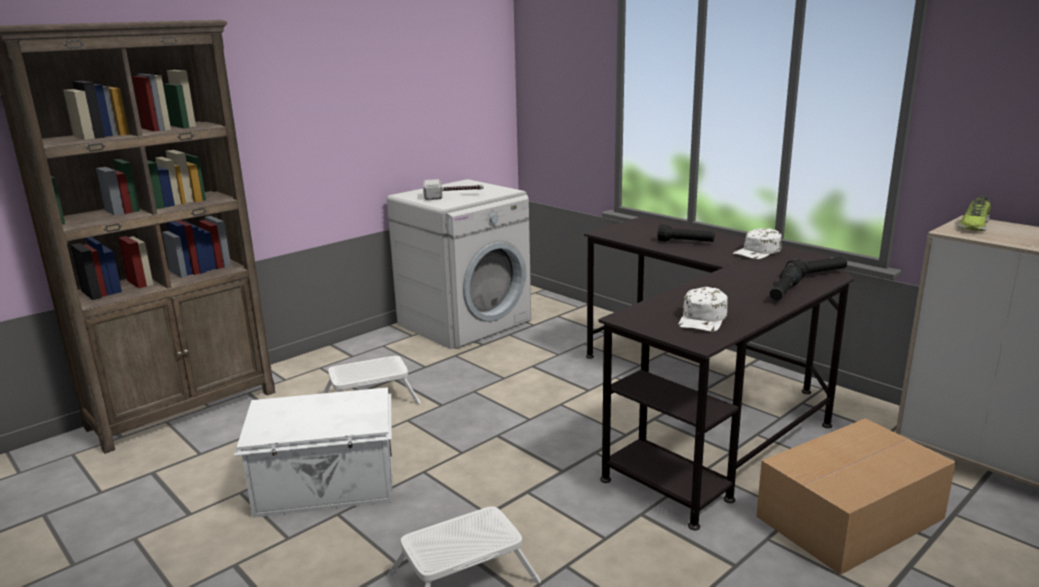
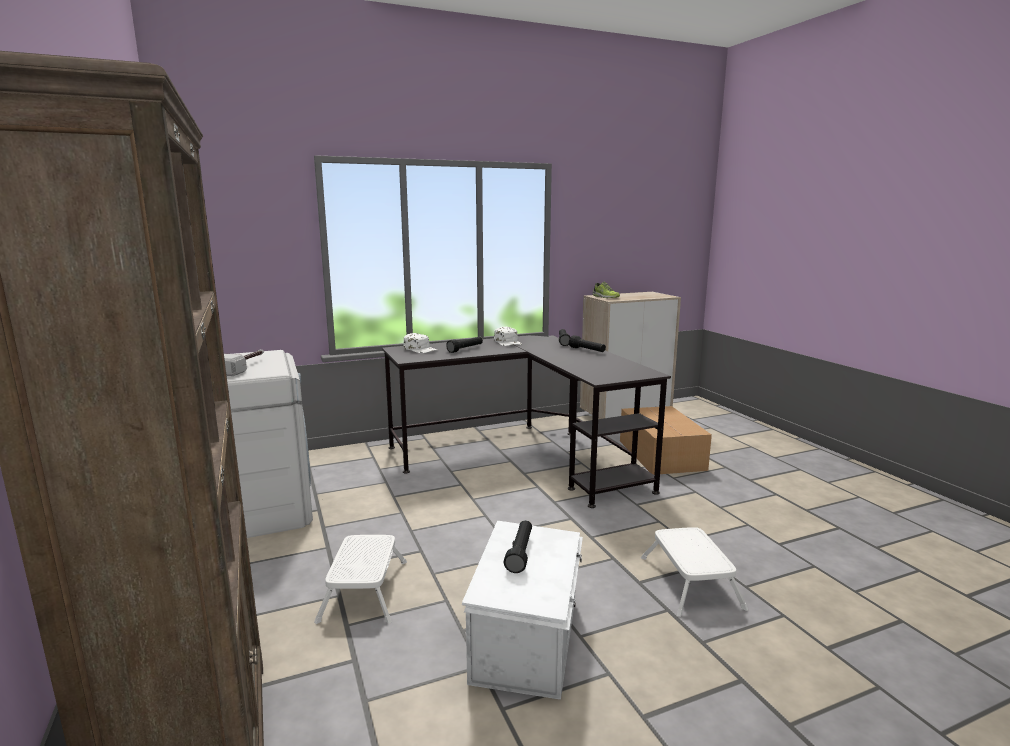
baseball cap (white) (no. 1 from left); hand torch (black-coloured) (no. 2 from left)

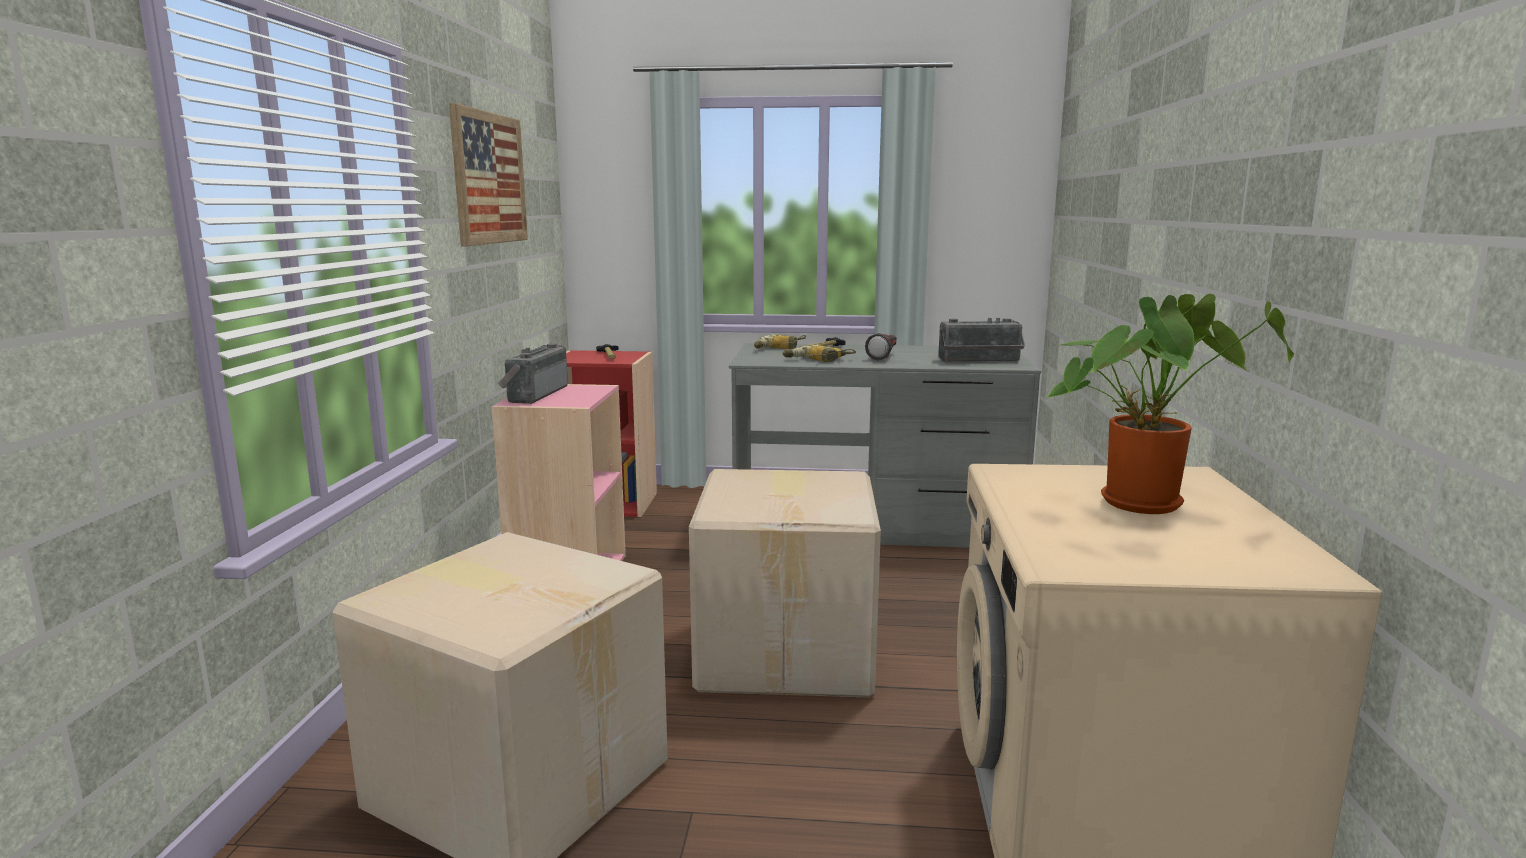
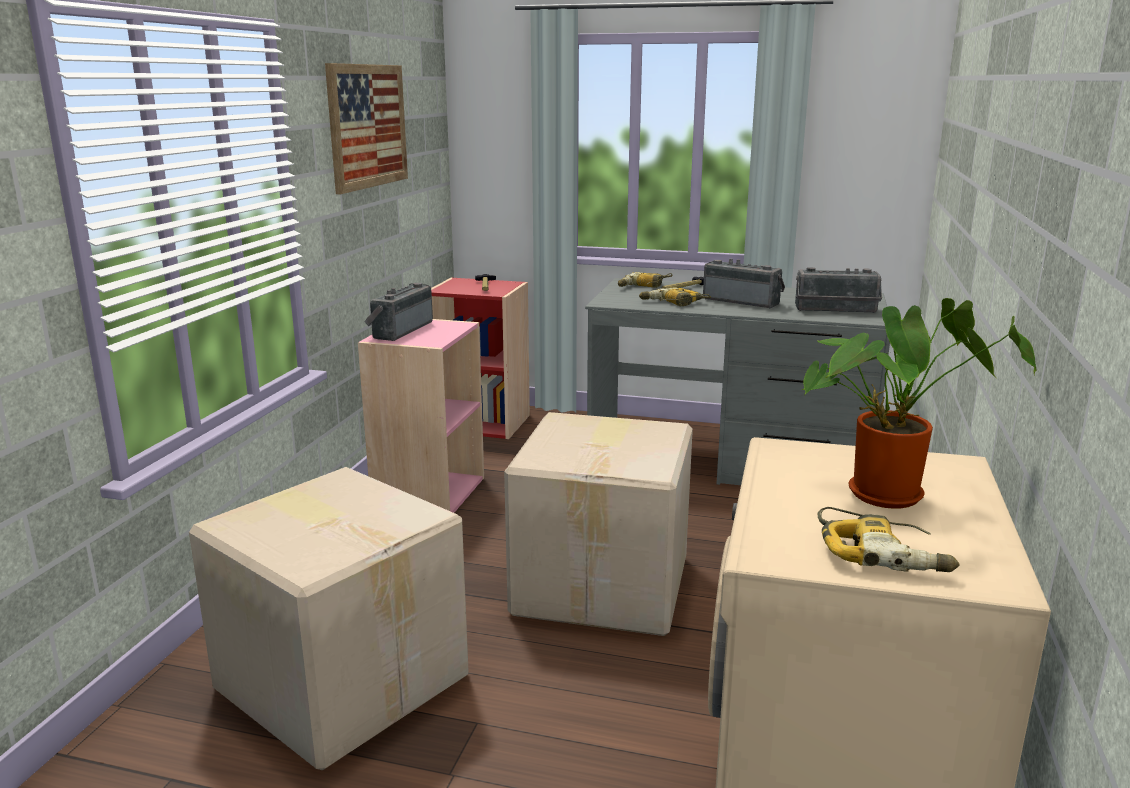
radio (no. 2 from left); power drill (no. 3 from left)

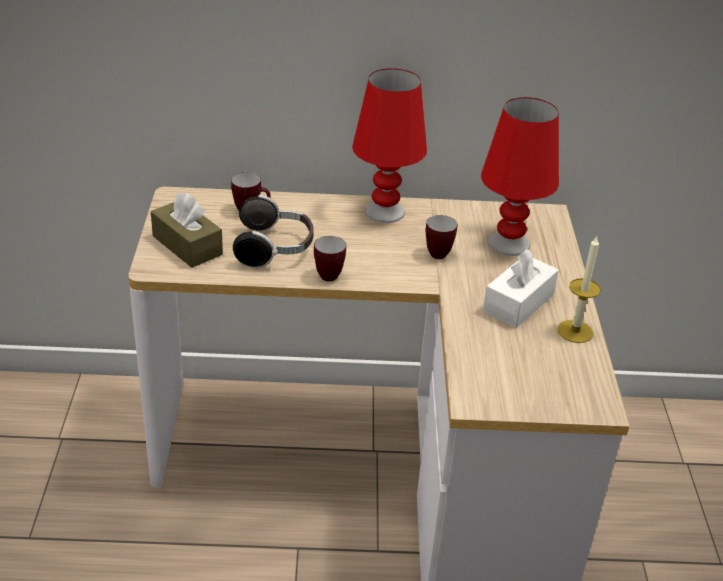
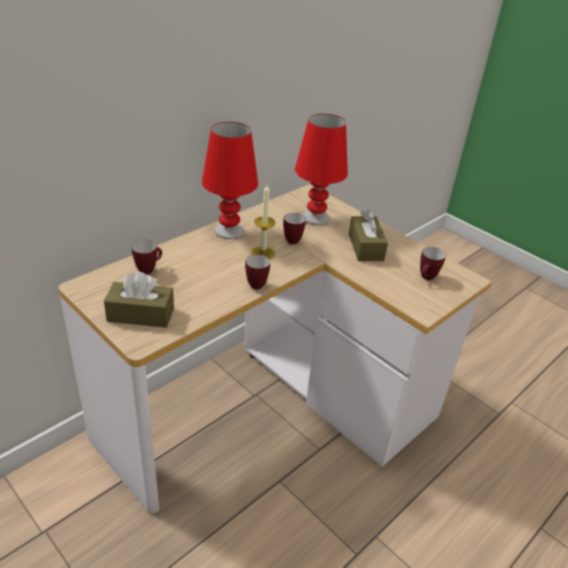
headphones; candle; box of tissues (brown-coloured) (no. 2 from left); coffee mug (no. 4 from left)

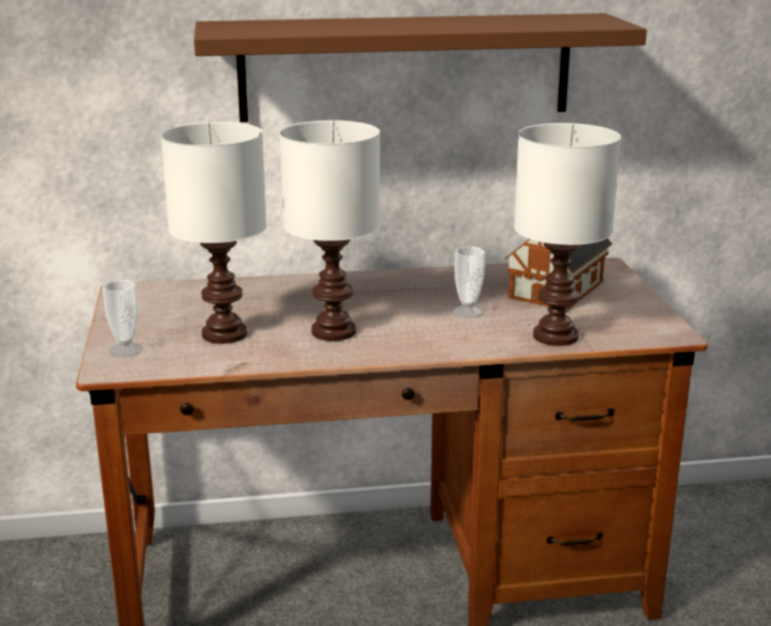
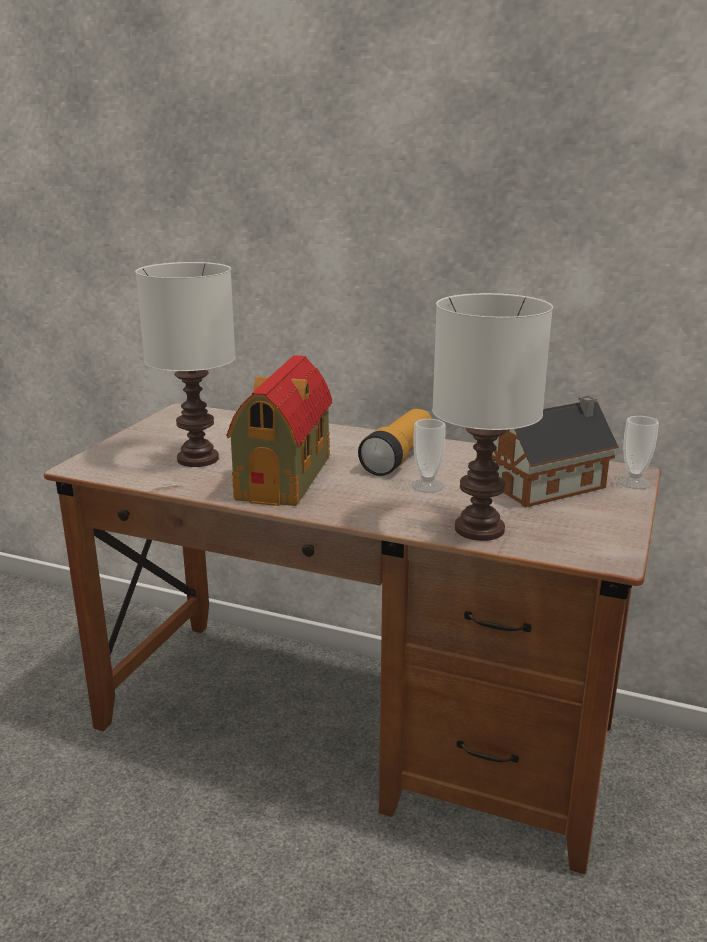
shelf (brown-coloured); miniature house (no. 1 from left); cup (no. 2 from left); hand torch

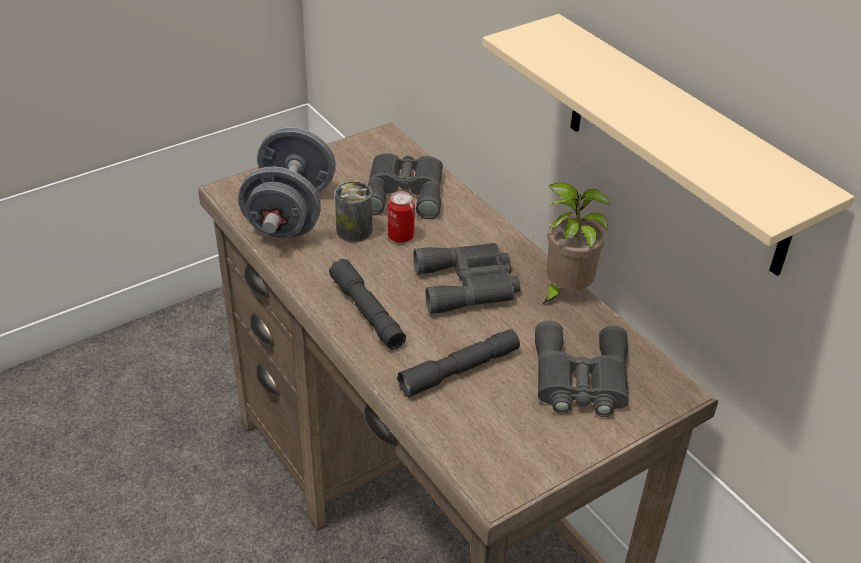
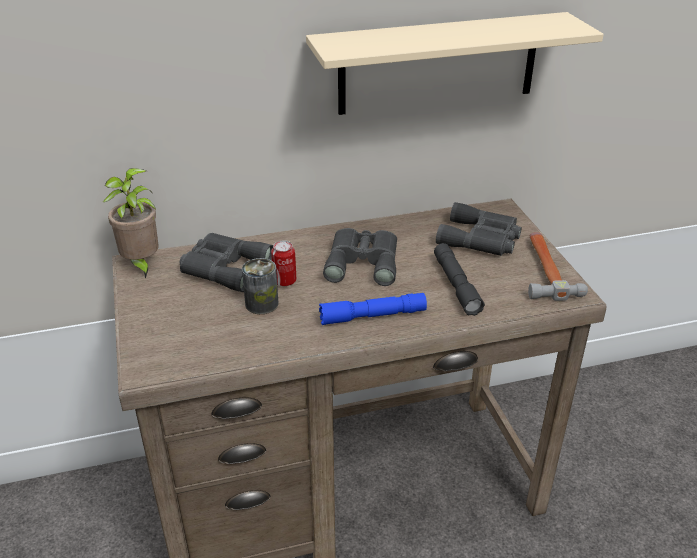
free weight (greyish); houseplant; hand torch (blue-coloured); tool hammer

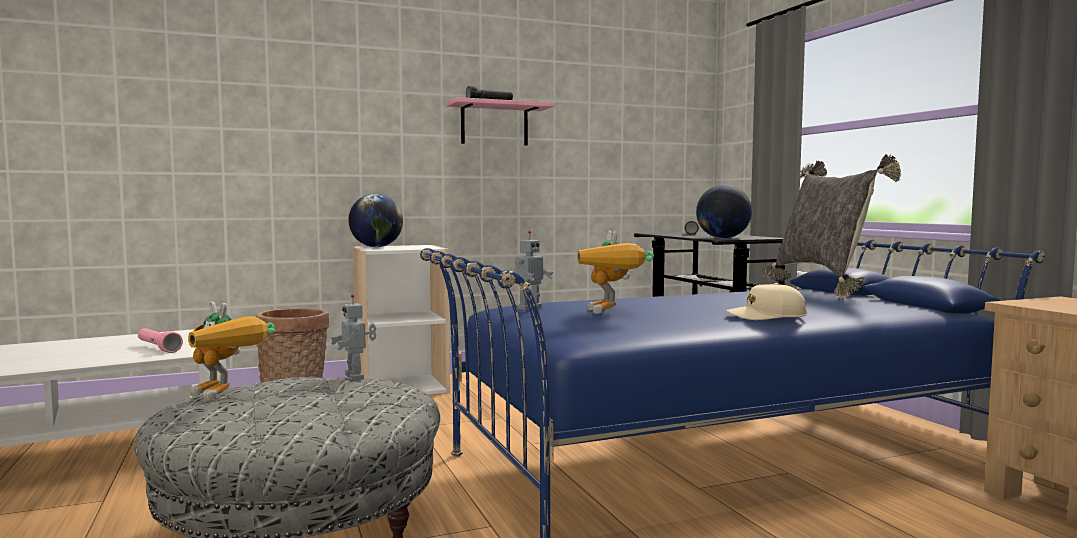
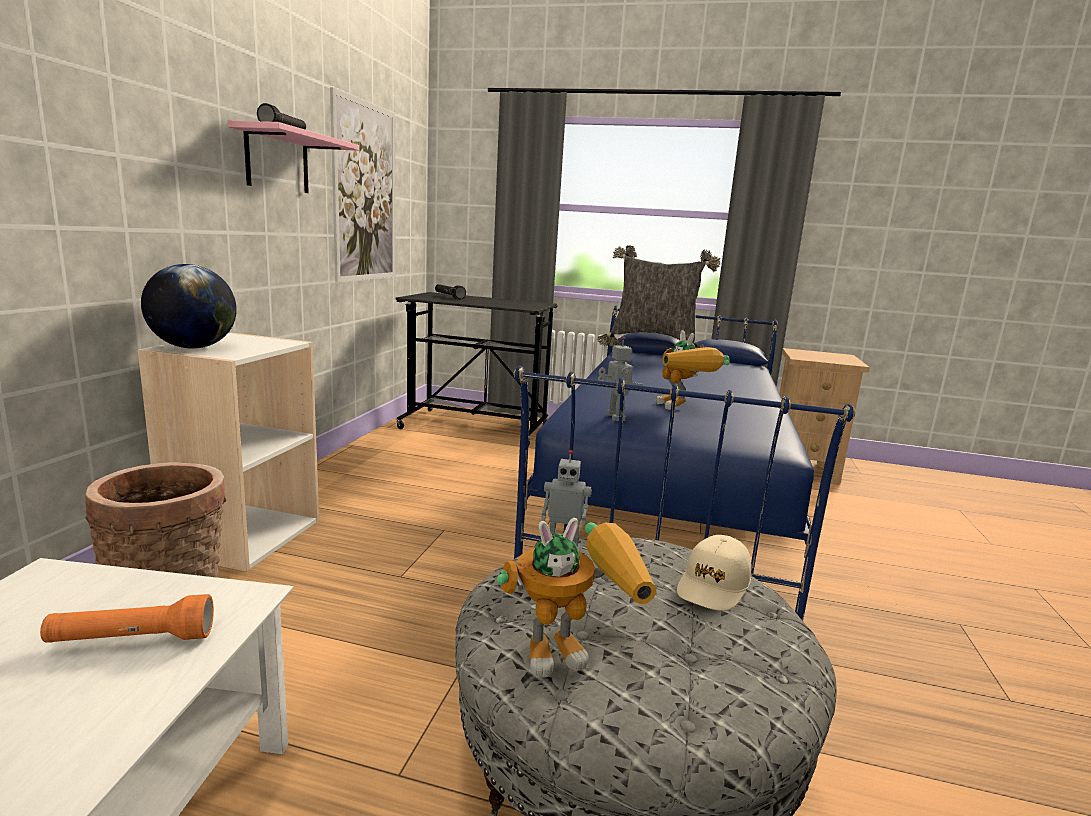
globe (no. 2 from left in the first image); model robot (no. 4 from left); baseball cap (beige-coloured); hand torch (orange-coloured); picture

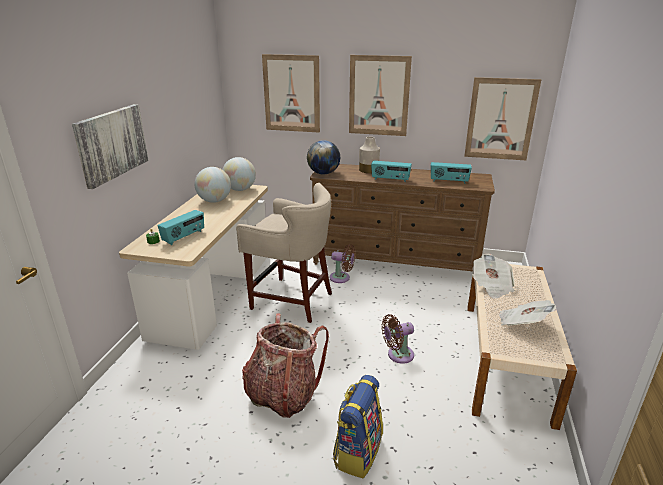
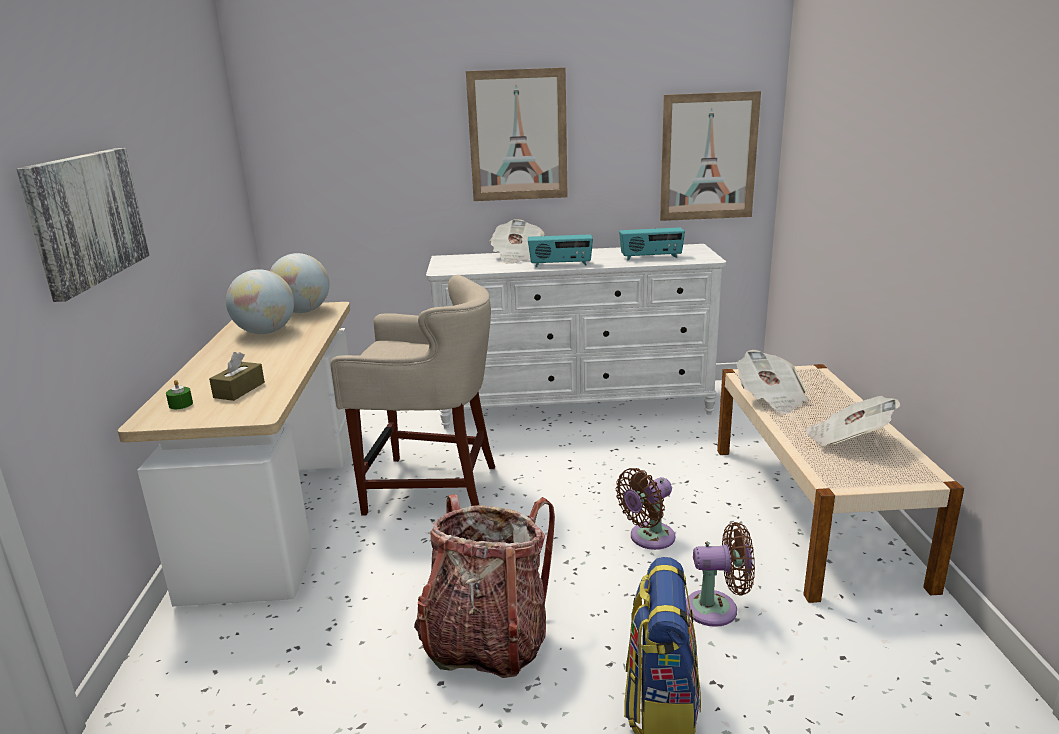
picture (no. 2 from left in the first image); newspaper (no. 1 from left); globe (no. 3 from left in the first image); chest of drawers (white); box of tissues (brown-coloured); electric fan (brown-coloured) (no. 2 from left)

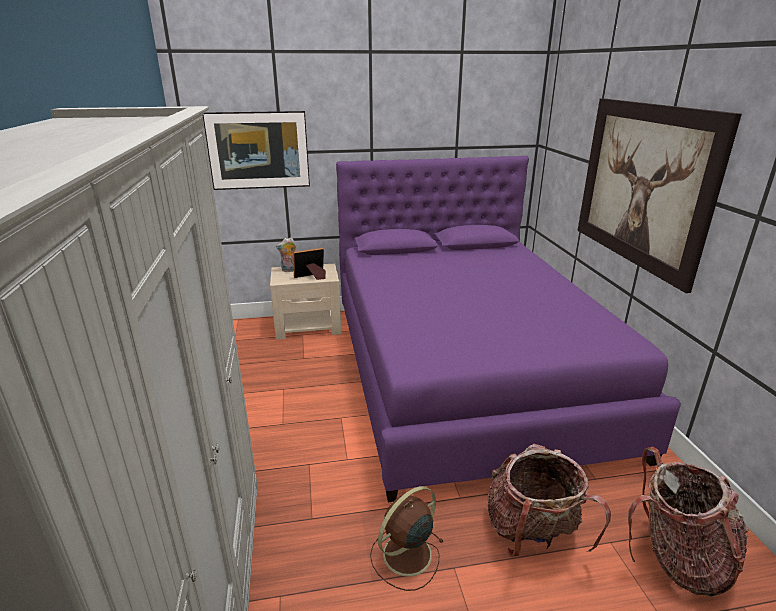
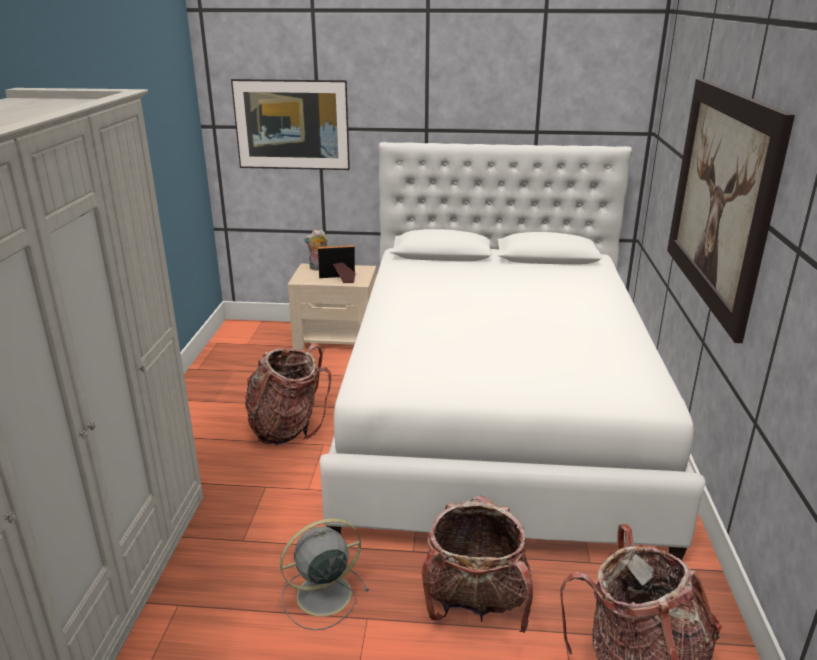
bedroom bed (white); electric fan (greyish); backpack (no. 1 from left)

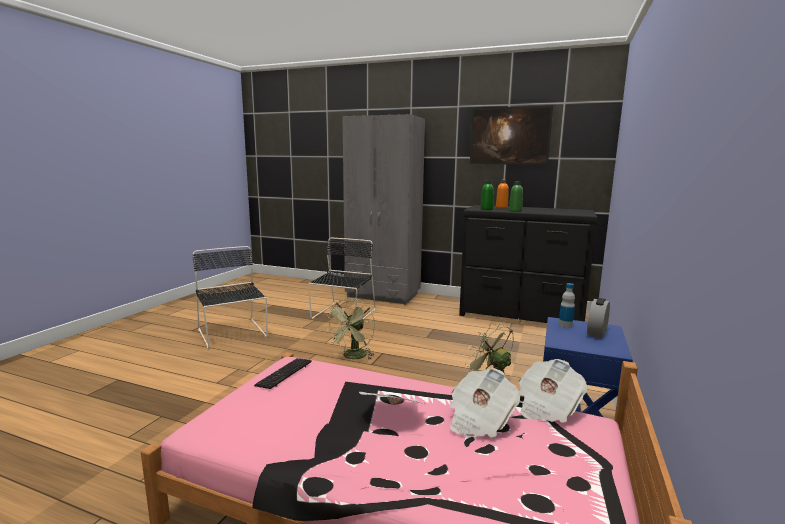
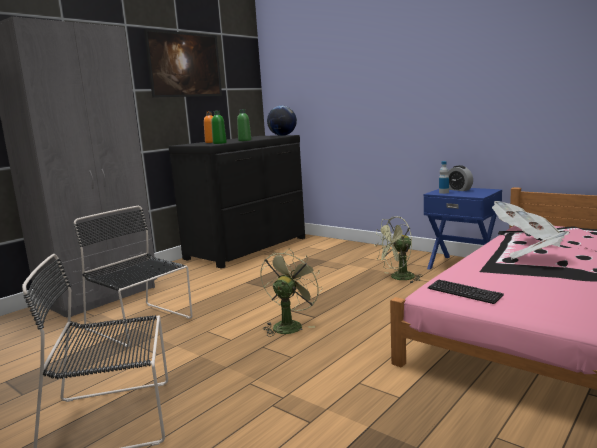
electric fan (green) (no. 1 from left); globe

